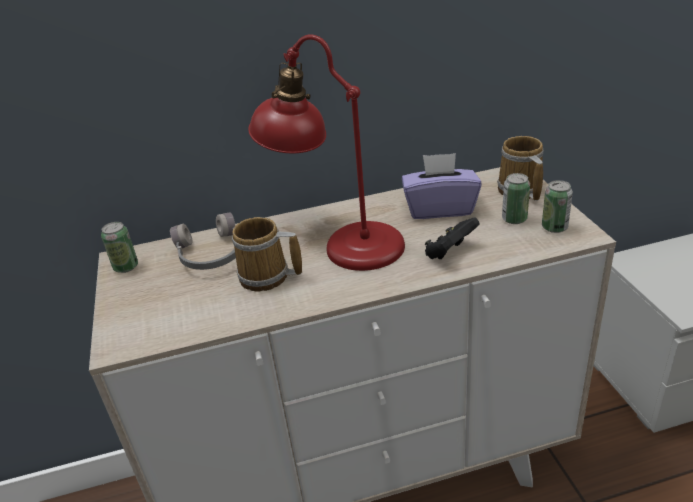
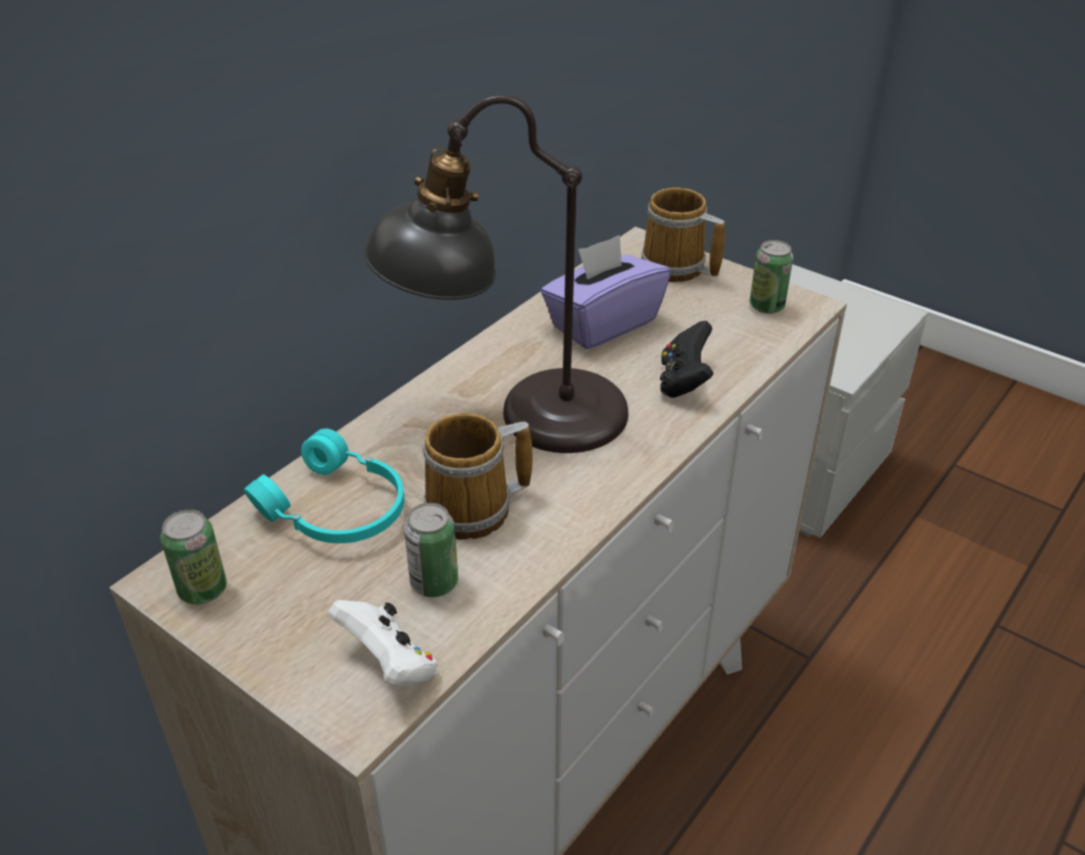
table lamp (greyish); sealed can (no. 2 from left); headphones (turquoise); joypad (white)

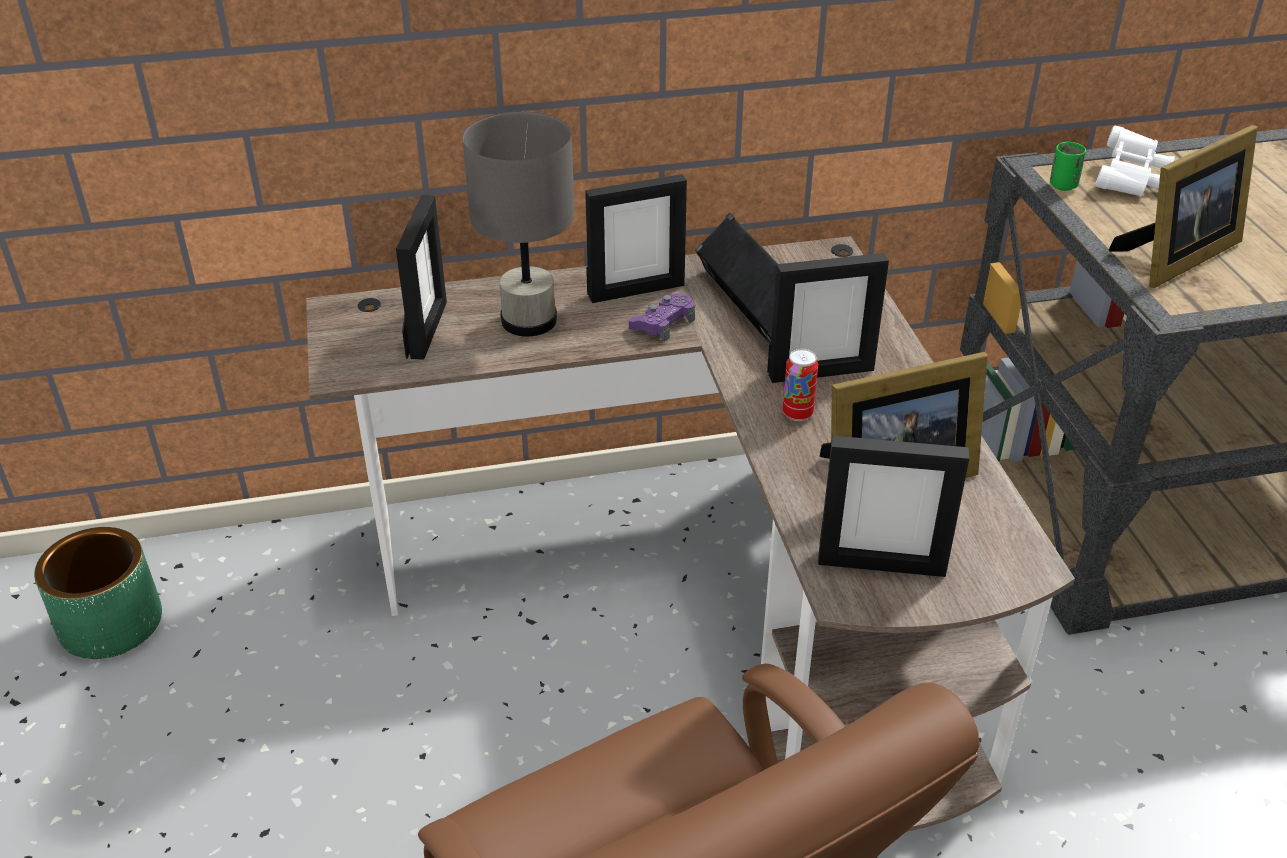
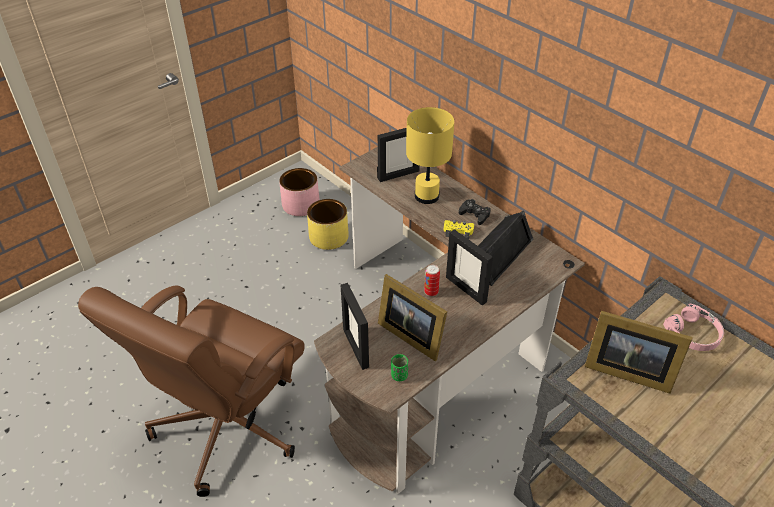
table lamp (yellow); headphones (pink-coloured); cup (green); joypad (black-coloured); joypad (yellow); planter (pink-coloured); planter (yellow)

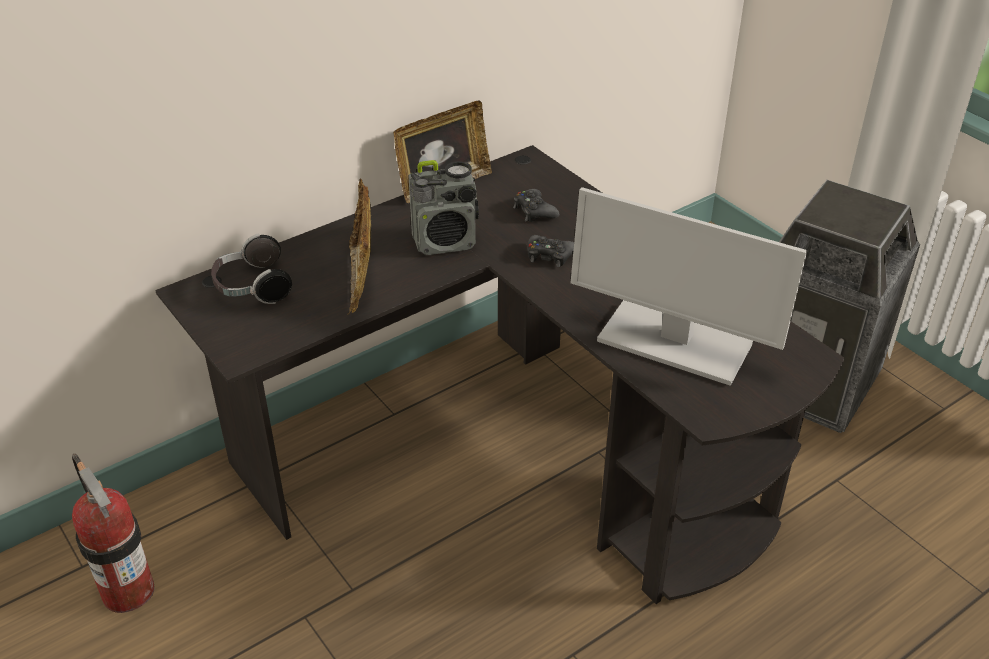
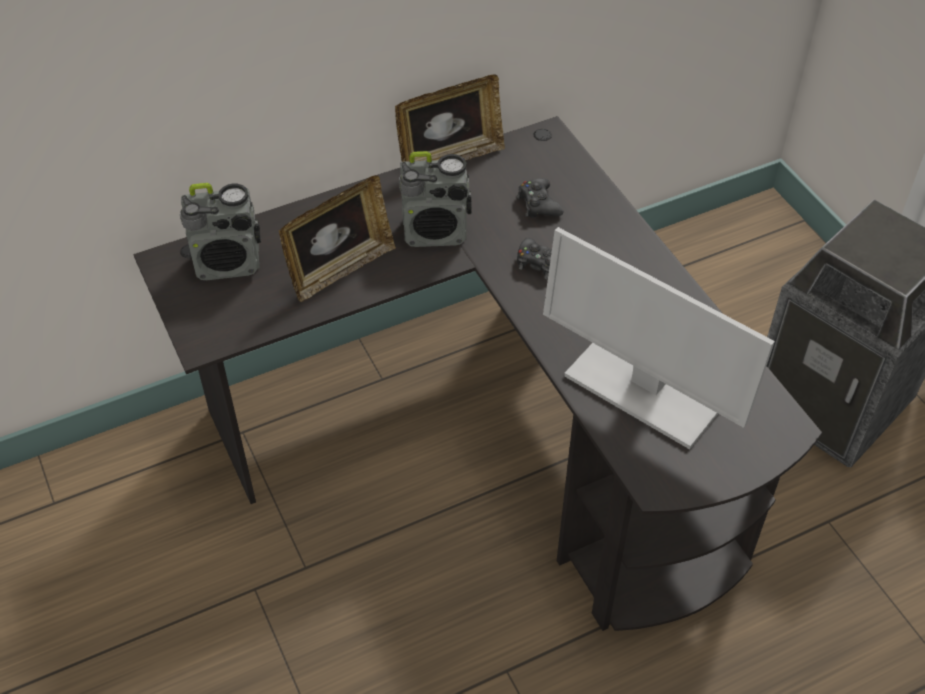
picture frame (no. 1 from left); radio (no. 1 from left); fire-fighting cylinder

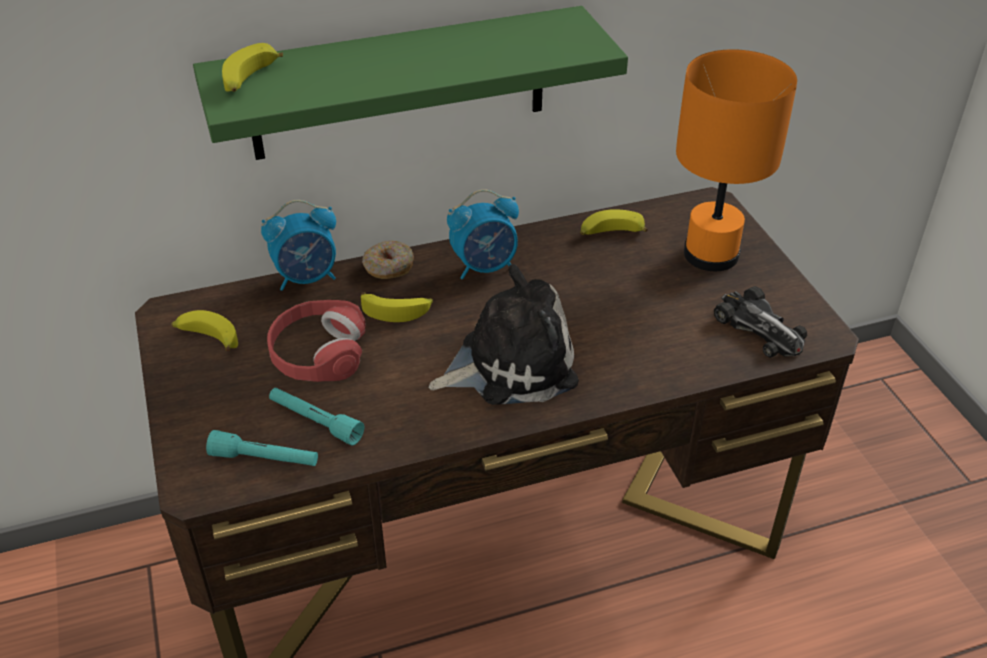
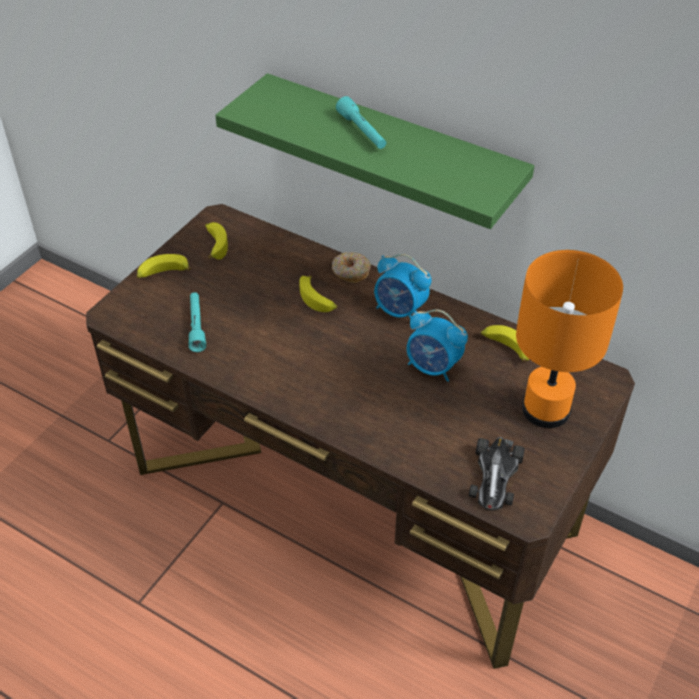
banana (no. 1 from left); bedside clock (no. 2 from left); cuddly toy; headphones (red); hand torch (turquoise) (no. 2 from left)

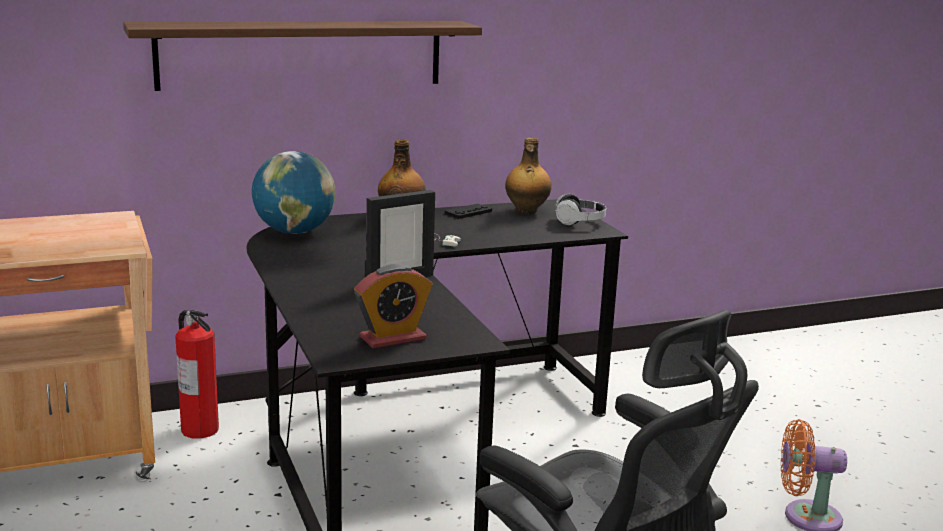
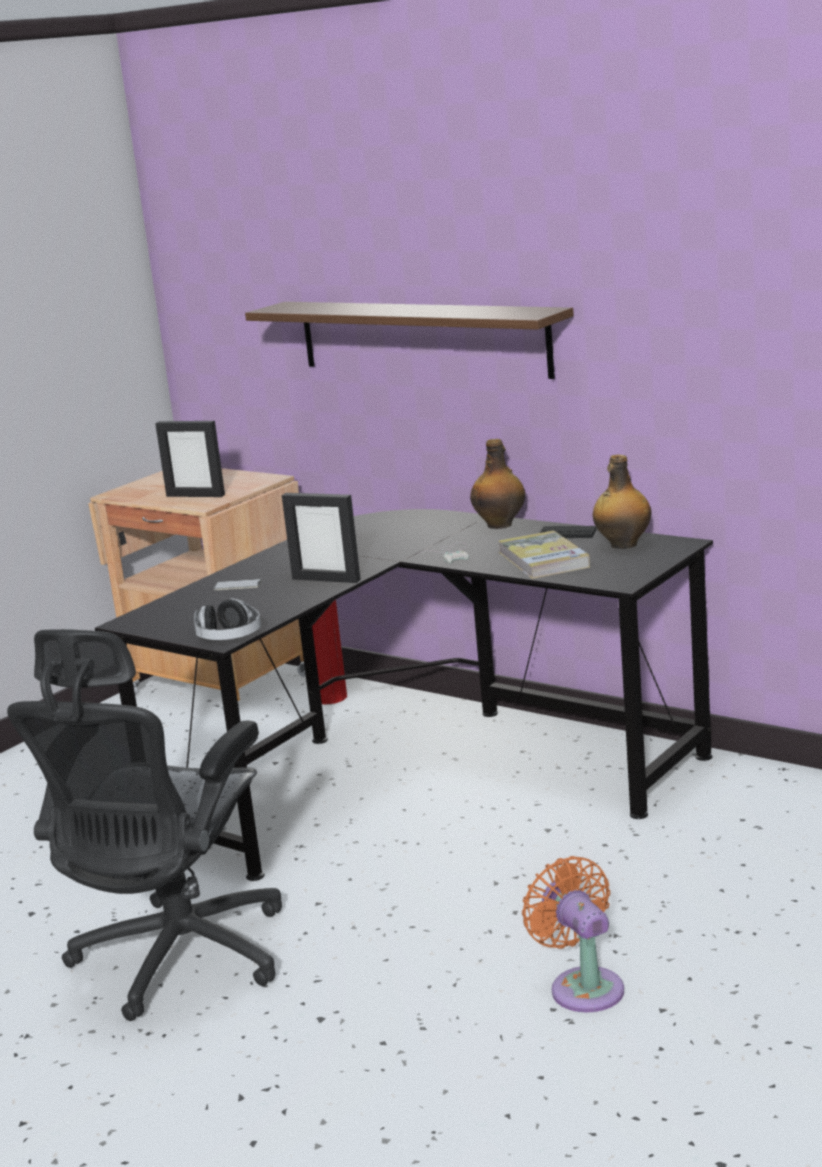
globe; headphones; bedside clock; picture frame (no. 1 from left); volume; telephone

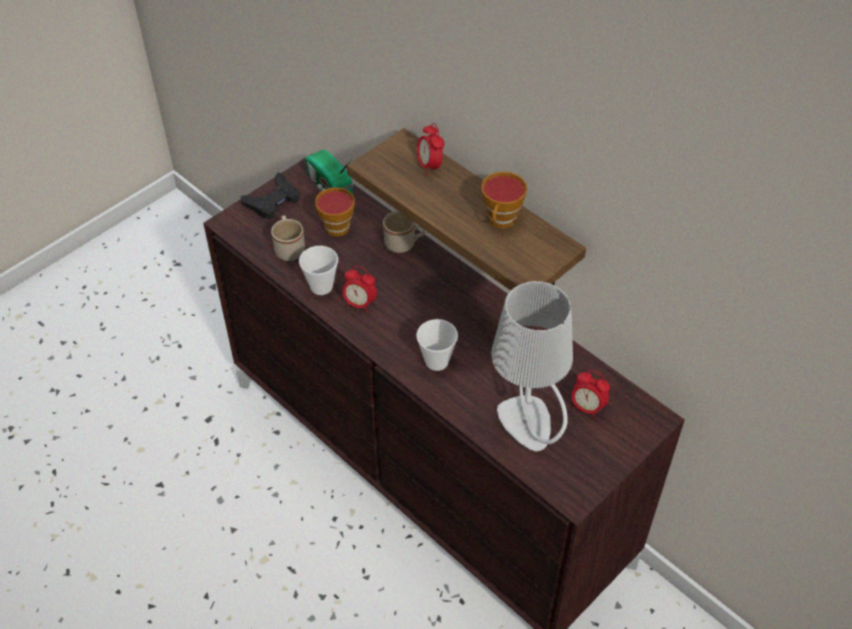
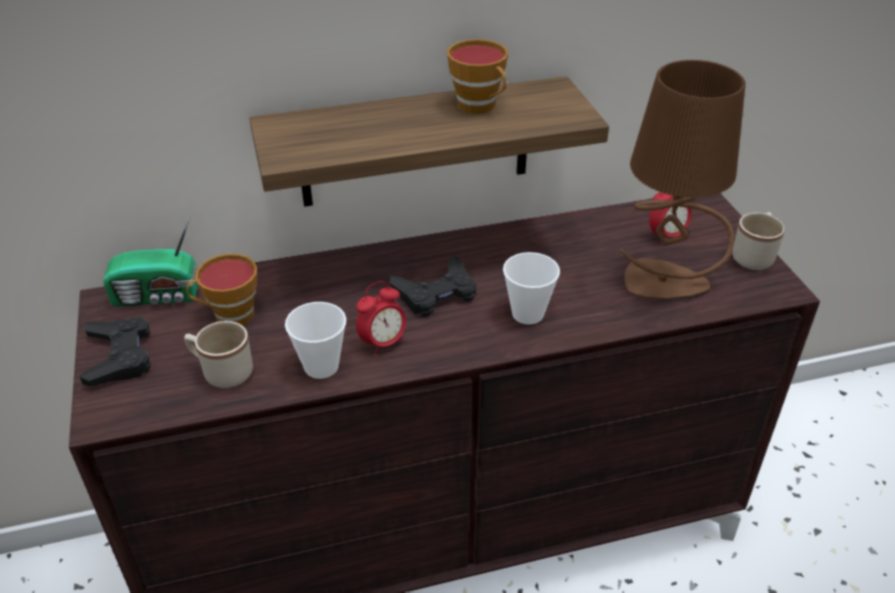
bedside clock (no. 2 from left in the first image); coffee mug (beige-coloured) (no. 2 from left); table lamp (brown-coloured); joypad (black-coloured) (no. 2 from left)

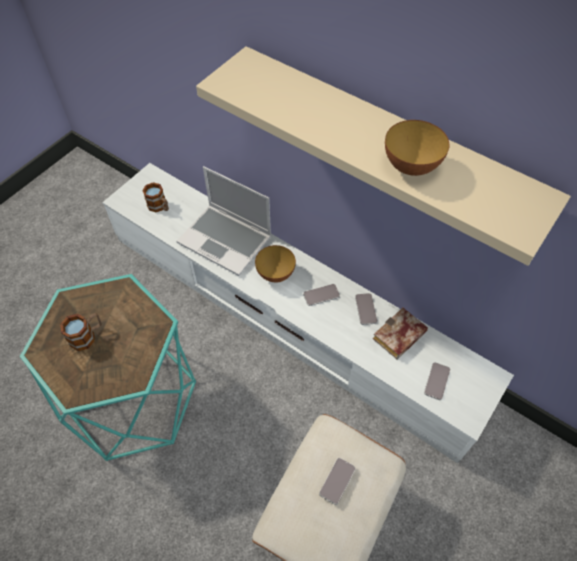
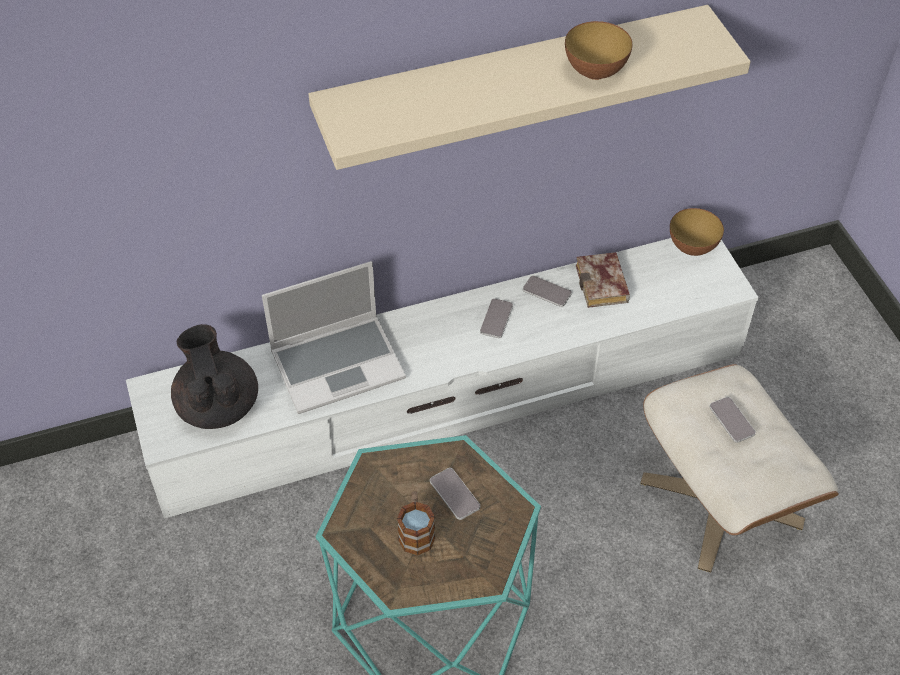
tea pot (black-coloured); serving bowl (no. 2 from left); telephone (no. 1 from left)

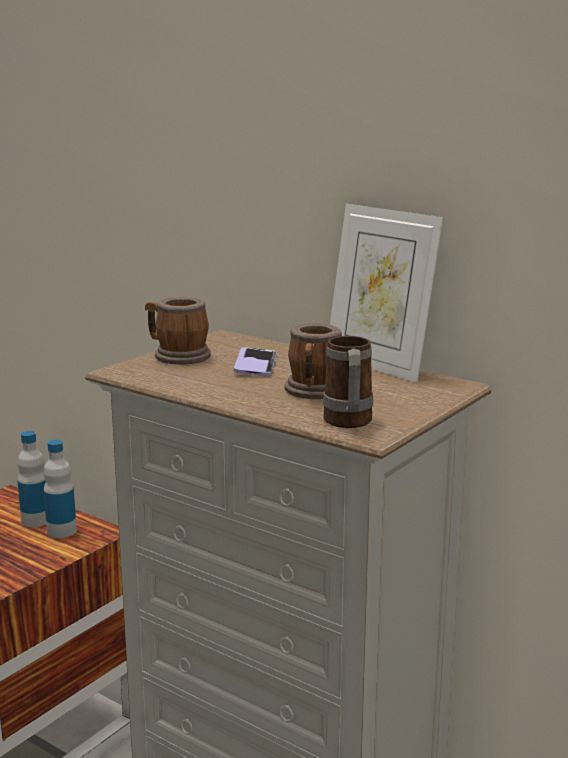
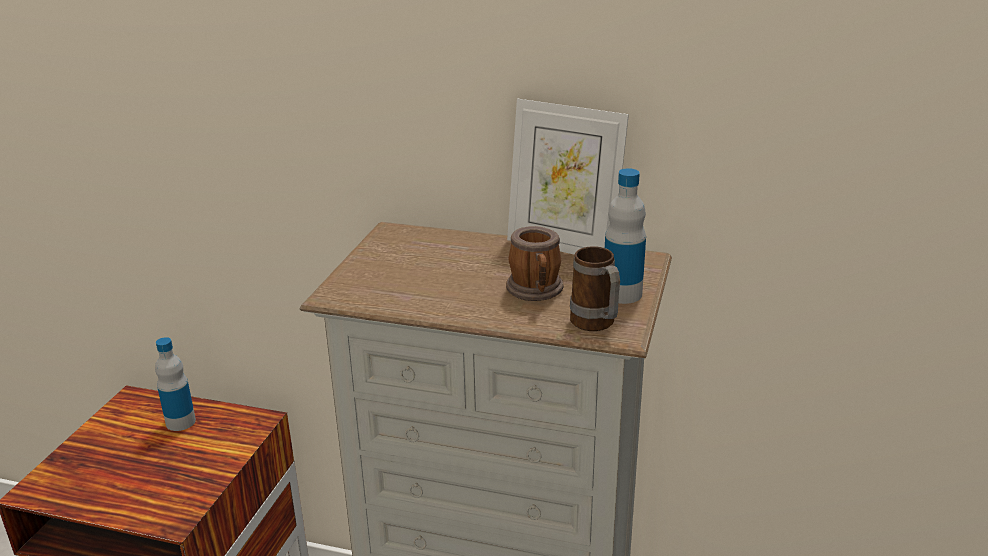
coffee mug (no. 1 from left in the first image); telephone; beverage bottle (no. 2 from left)

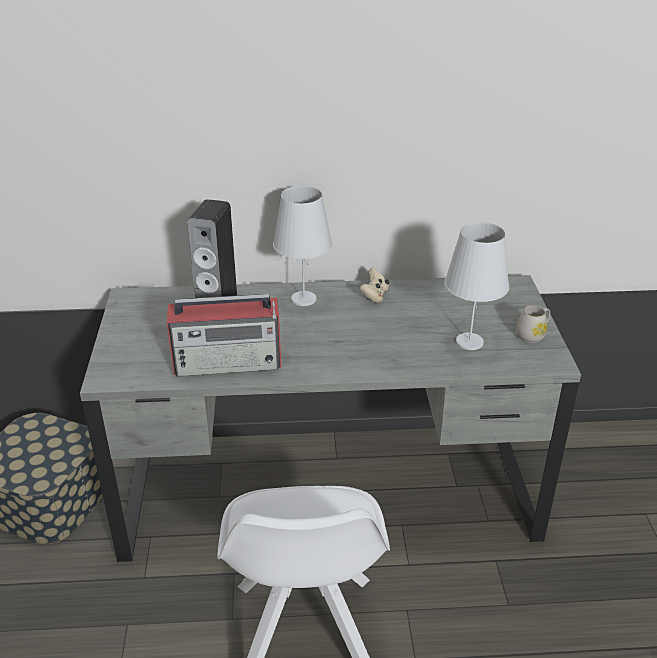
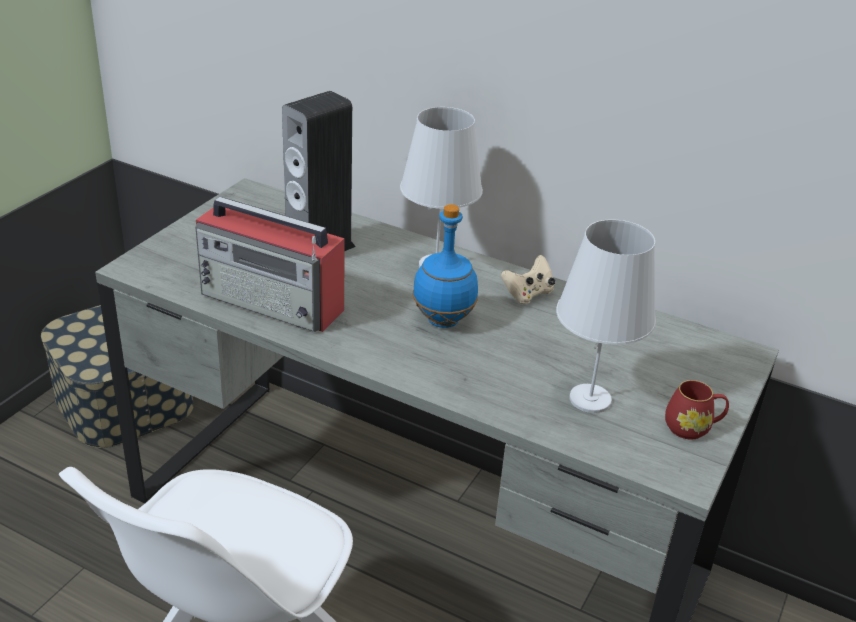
coffee mug (red); beverage bottle (blue-coloured)

